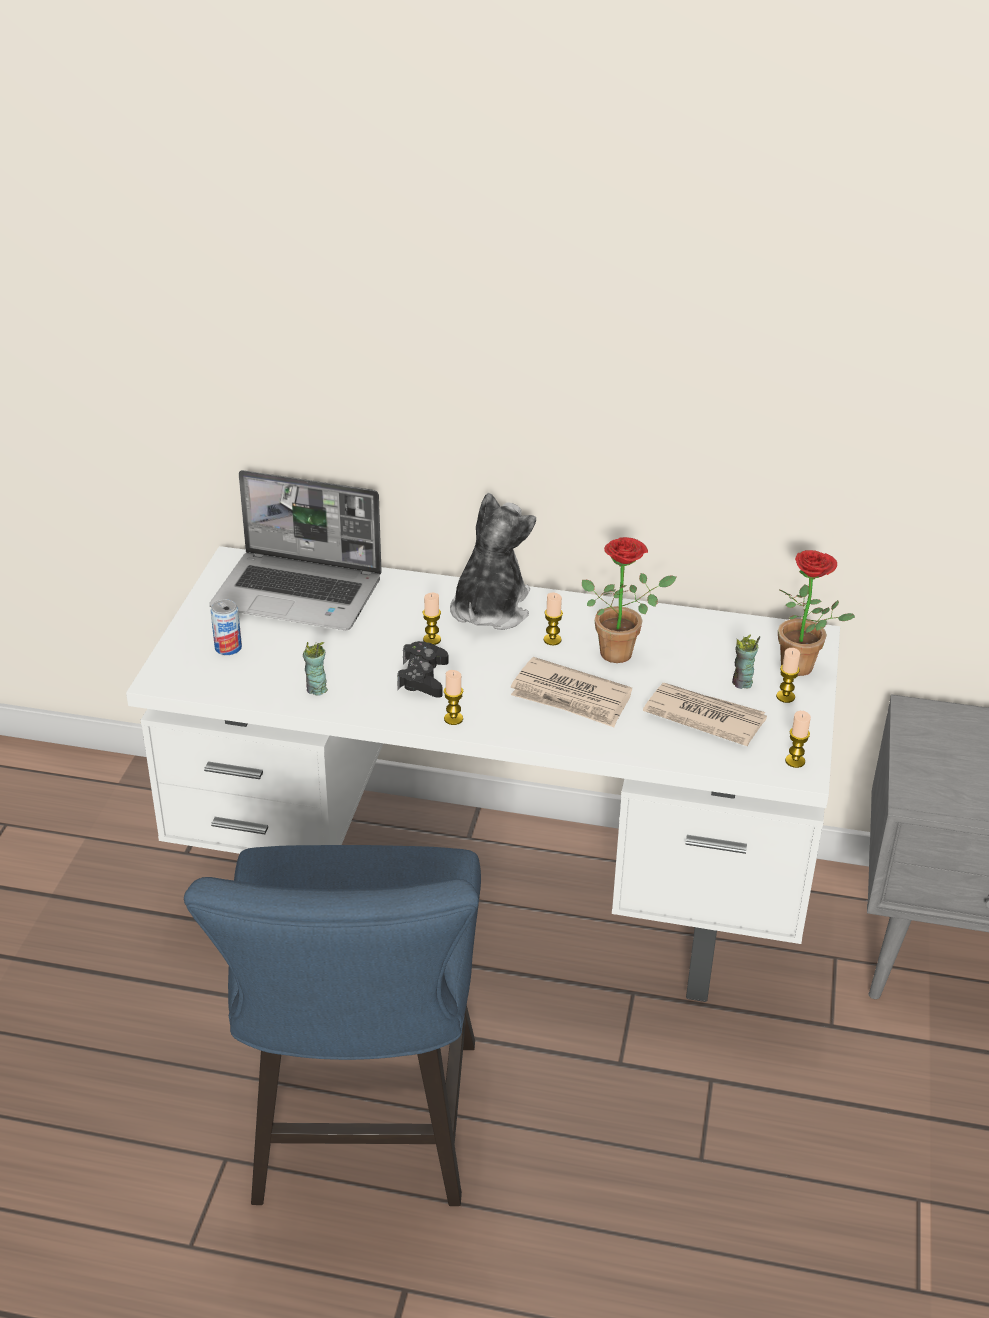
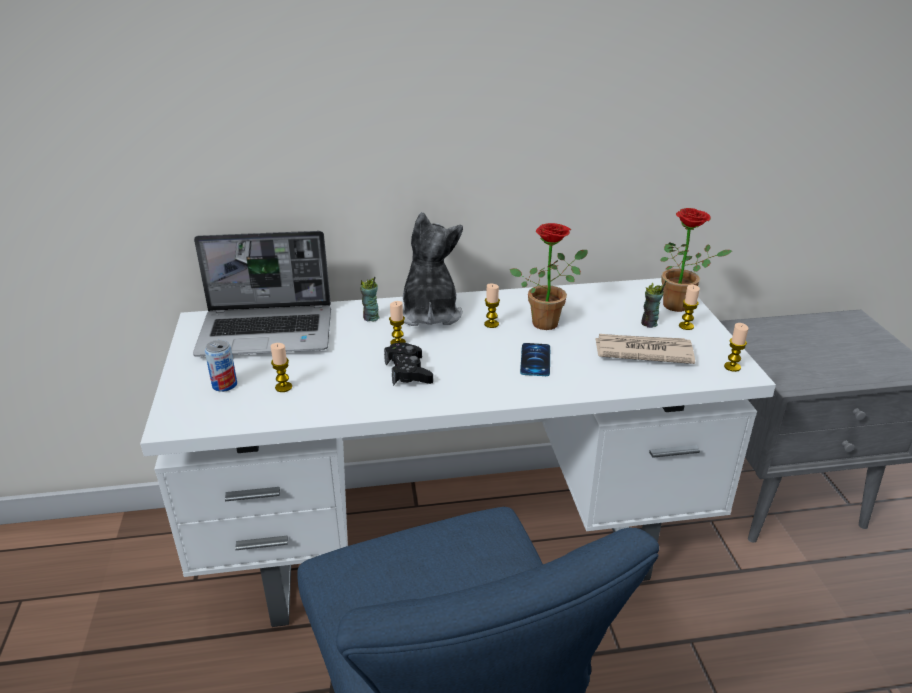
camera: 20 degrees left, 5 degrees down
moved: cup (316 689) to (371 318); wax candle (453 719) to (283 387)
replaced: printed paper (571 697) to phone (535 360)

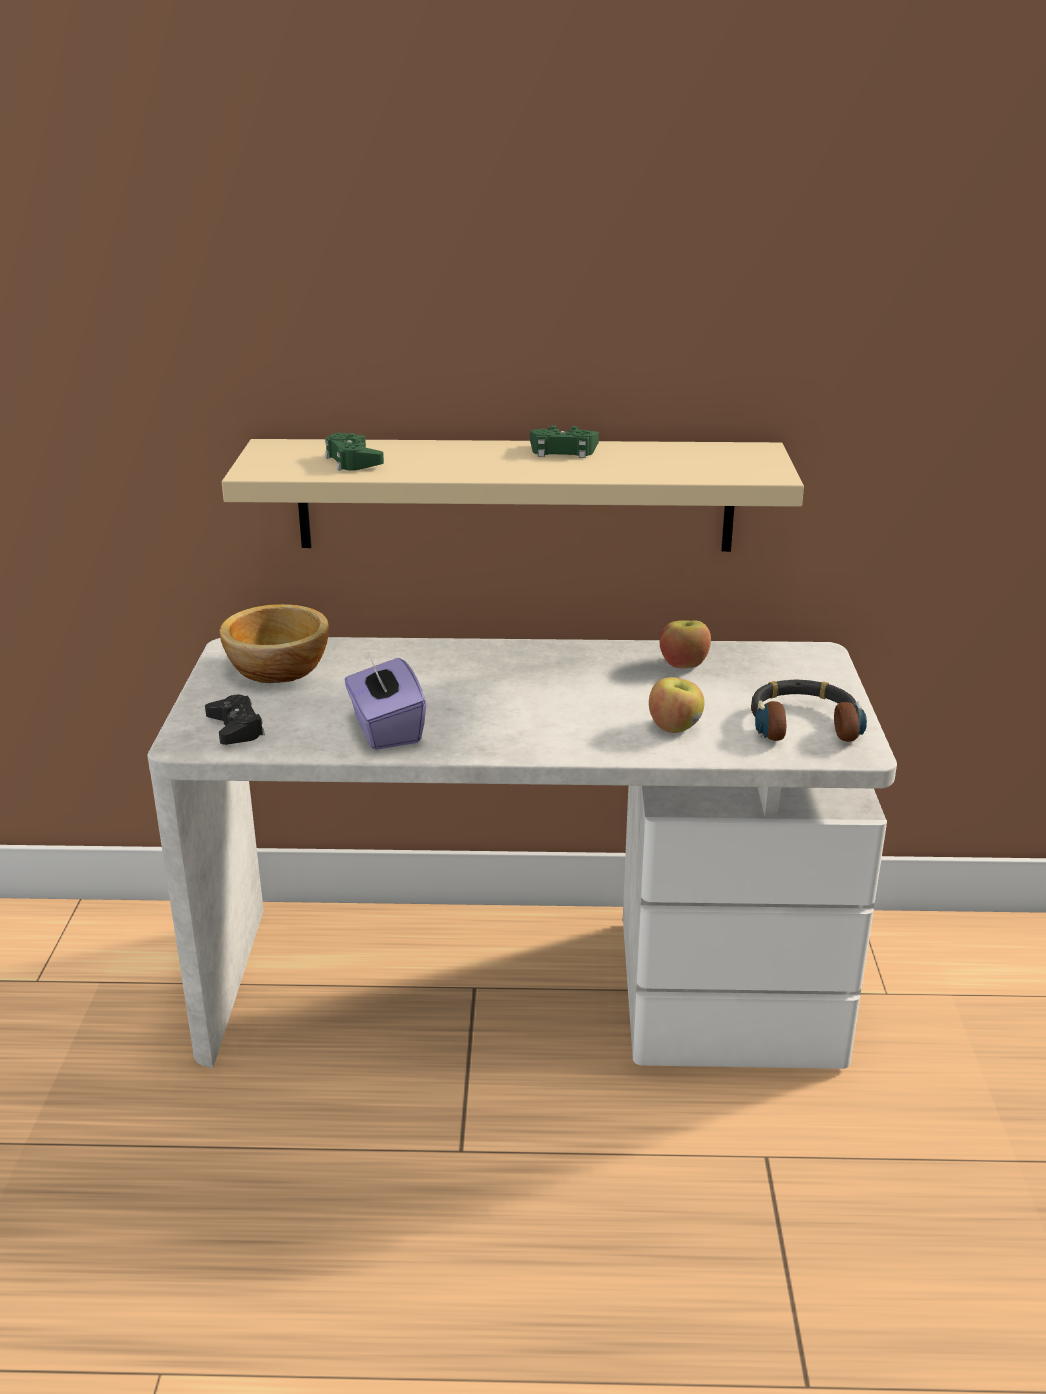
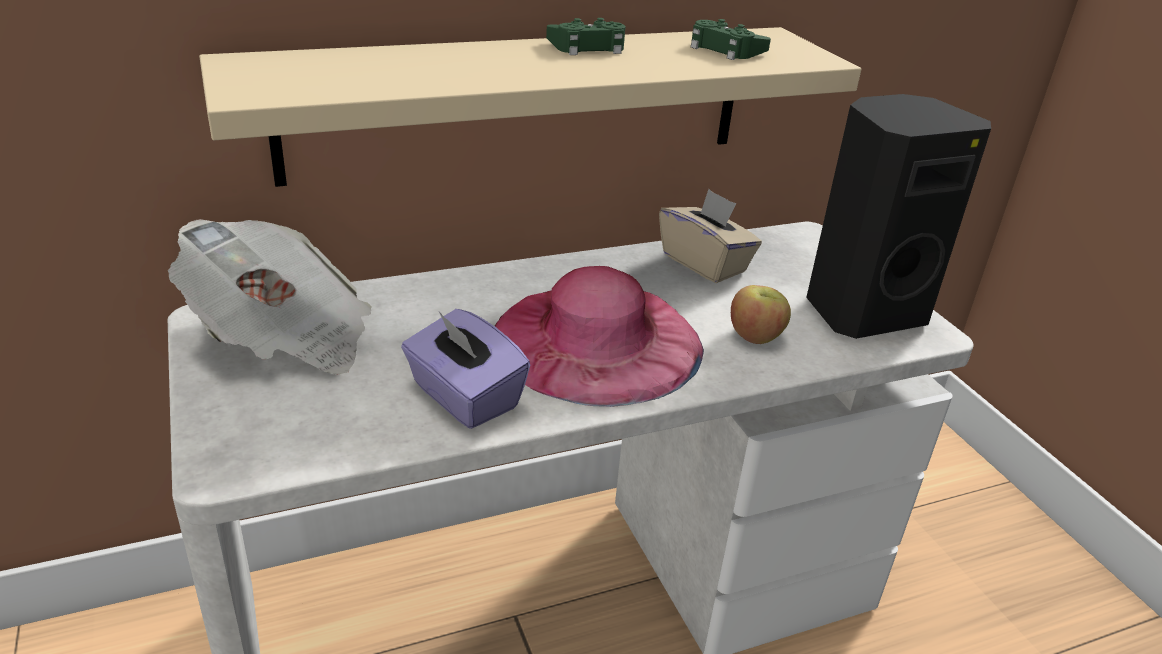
camera: 25 degrees left, 5 degrees up
removed: blackish joypad (236 728)
added: pink clothing hat (596 341)
moved: greenish joypad (353 461) to (725 49)
replaced: serving bowl (280 668) to printed paper (283 336); whole apple (683 664) to beige tissue box (705 263); headphones (803 723) to blackish audio speaker (862 311)

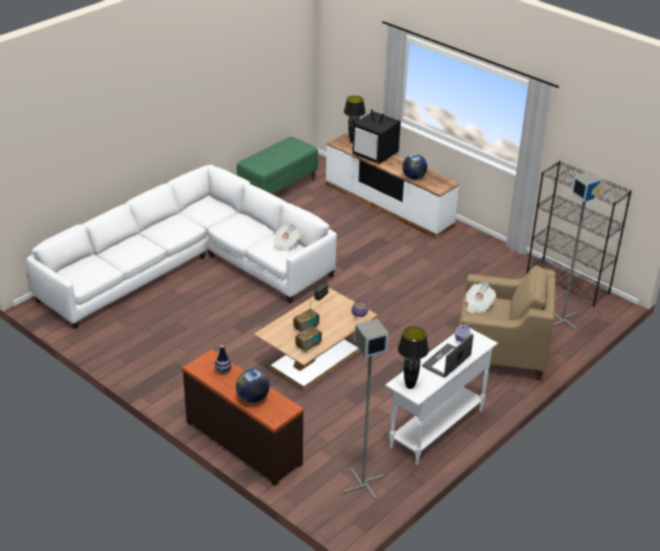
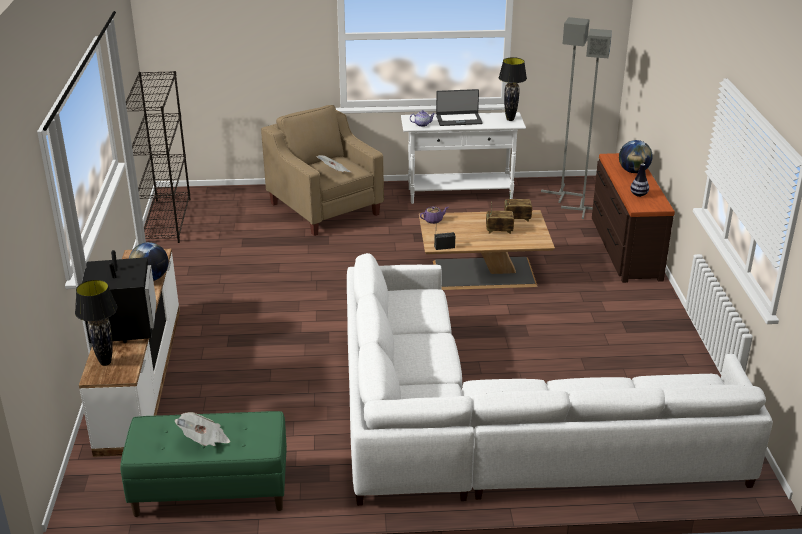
camera: 135 degrees left, 5 degrees down
moved: printed paper (285 244) to (204 440); grey standard lamp (562 320) to (581 209)

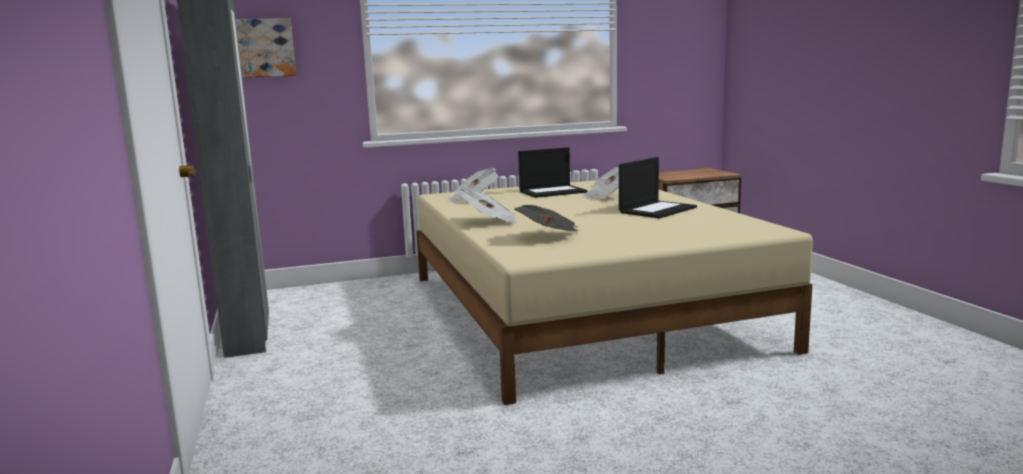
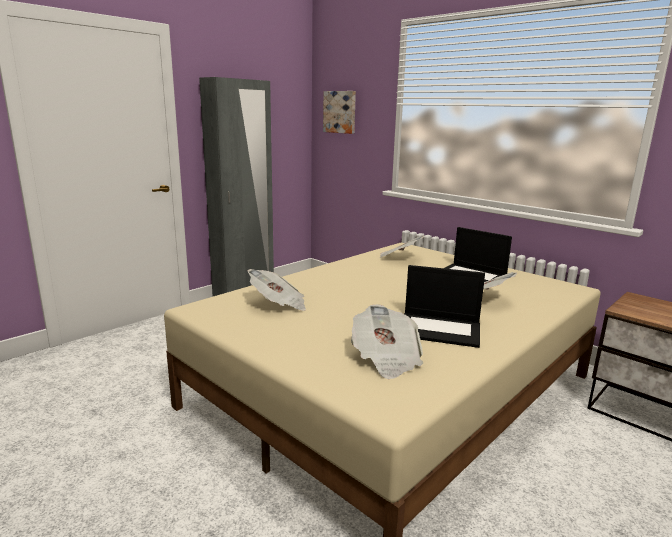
camera: 60 degrees right, 5 degrees up
moved: printed paper (490 222) to (386 359)

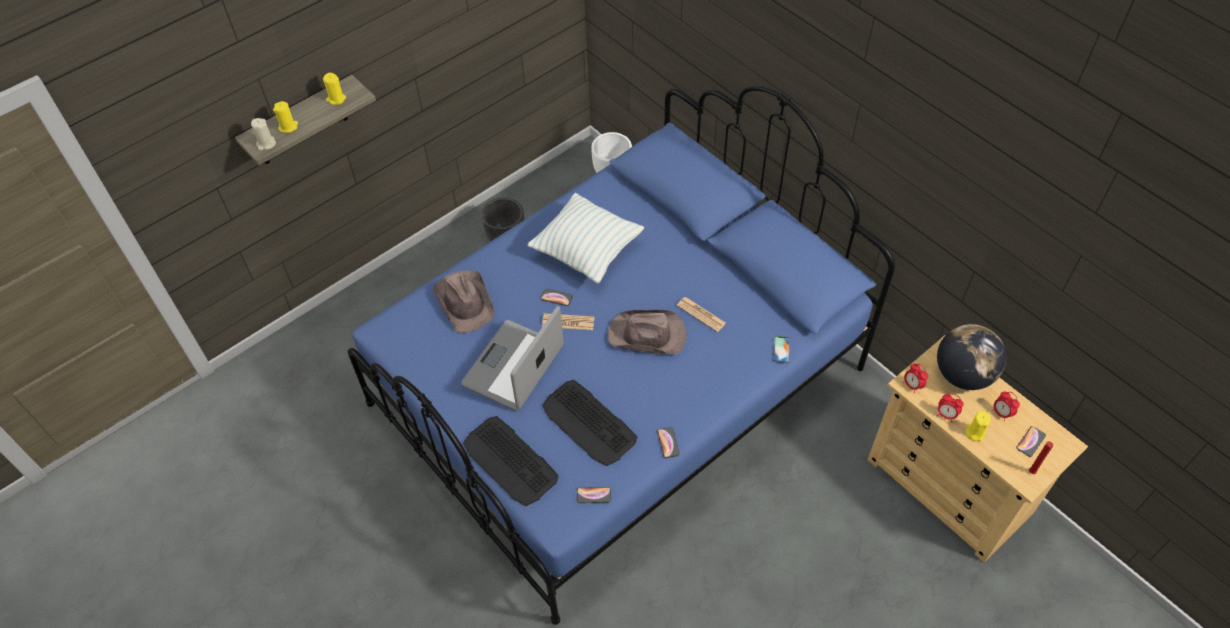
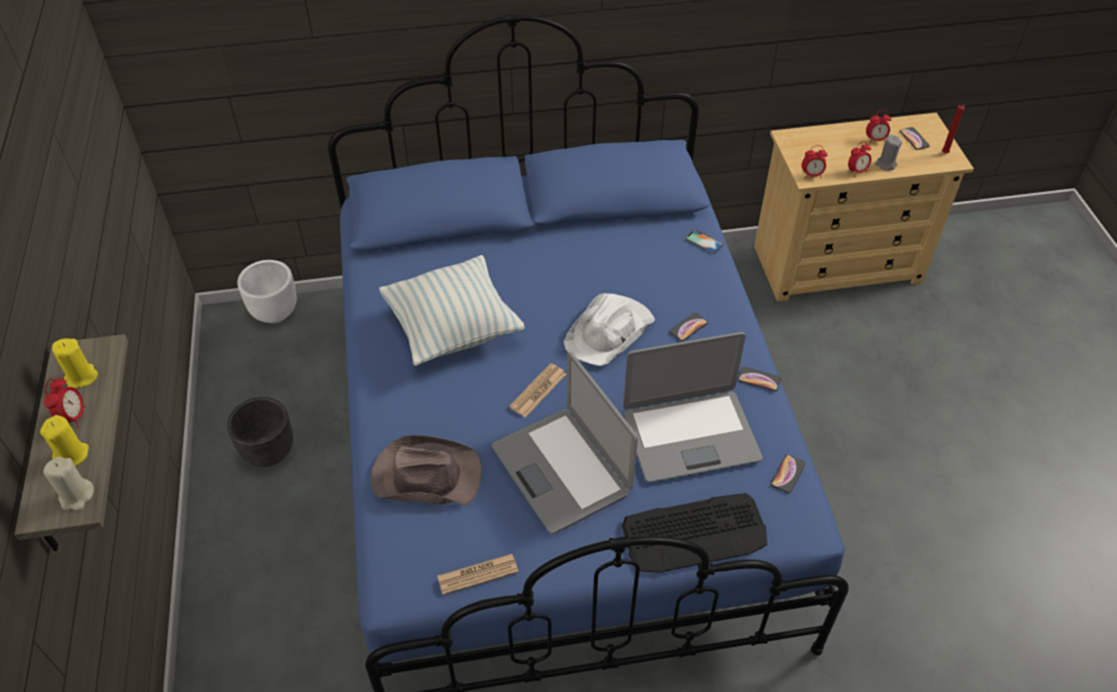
camera: 60 degrees left, 5 degrees down
removed: desk globe (963 375)
added: table clock (73 417)
moved: phone (556 297) to (688 327); printed paper (701 314) to (477 574)
replaced: keyboard (589 423) to notebook computer (690 435)
recoloured: brownish clothing hat (648 336) to whitish clothing hat (610 332); yellow wax candle (974 432) to grey wax candle (885 164)

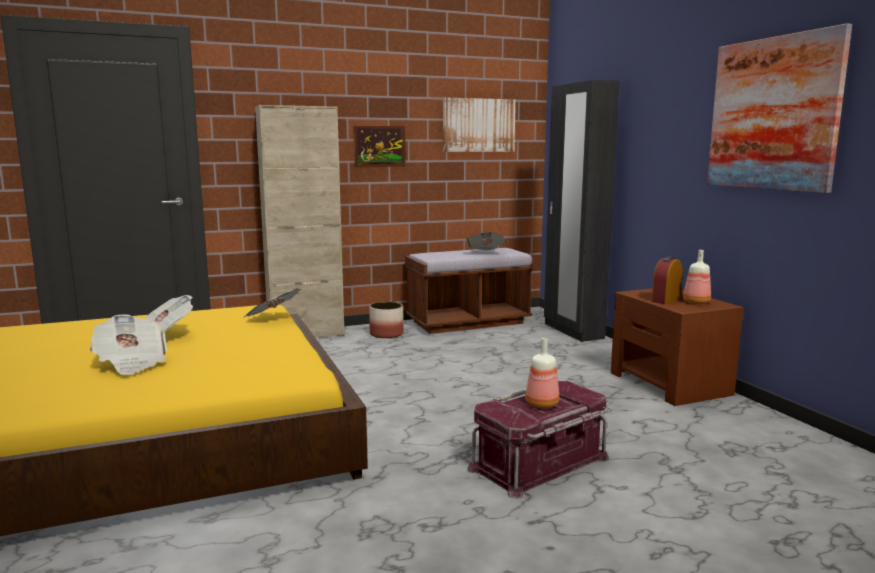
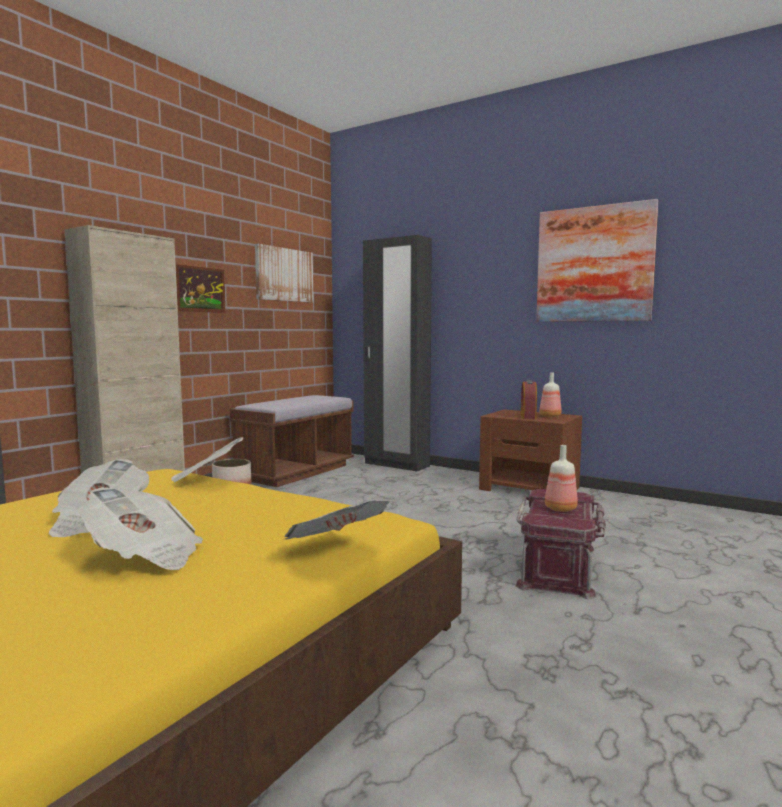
camera: 35 degrees left, 5 degrees down
moved: printed paper (485 253) to (336 549)

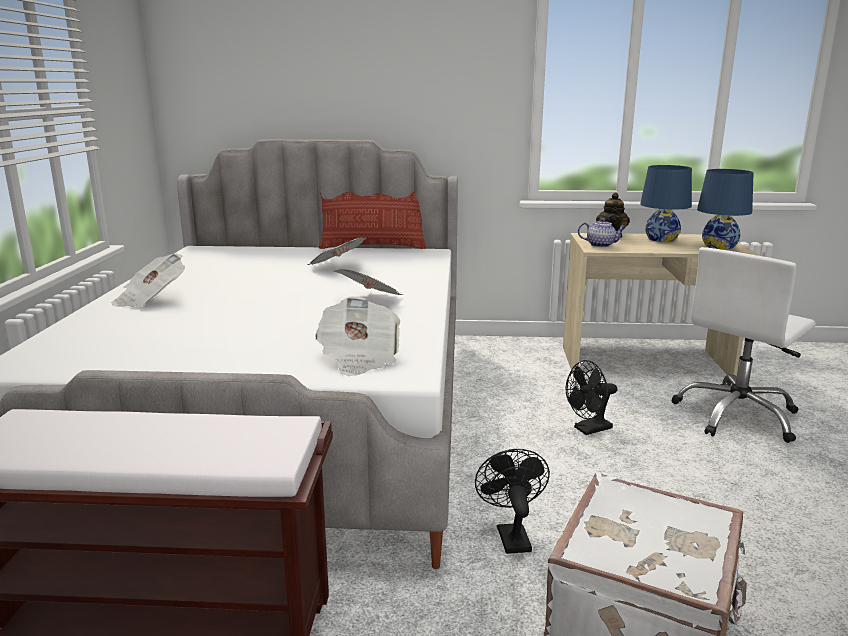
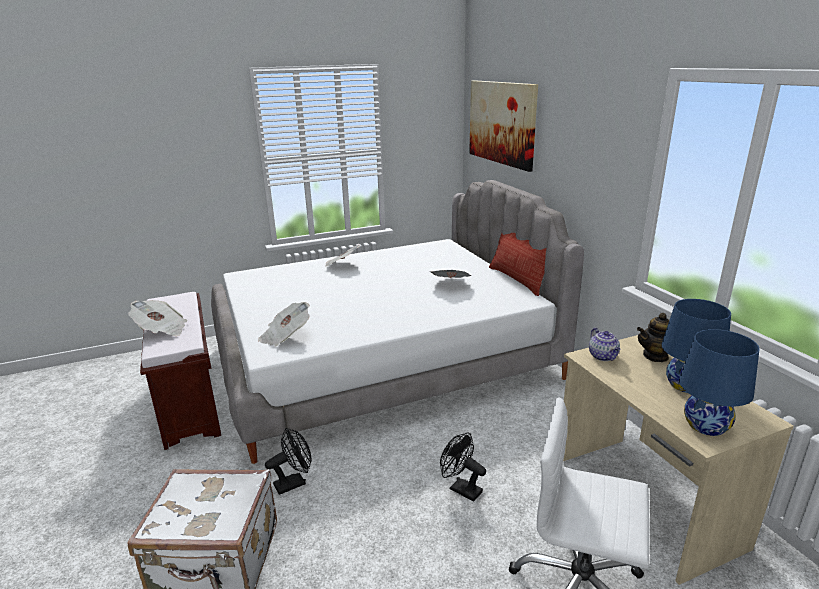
camera: 65 degrees right, 5 degrees up
added: picture (501 123)
moved: printed paper (371 301) to (161 330)

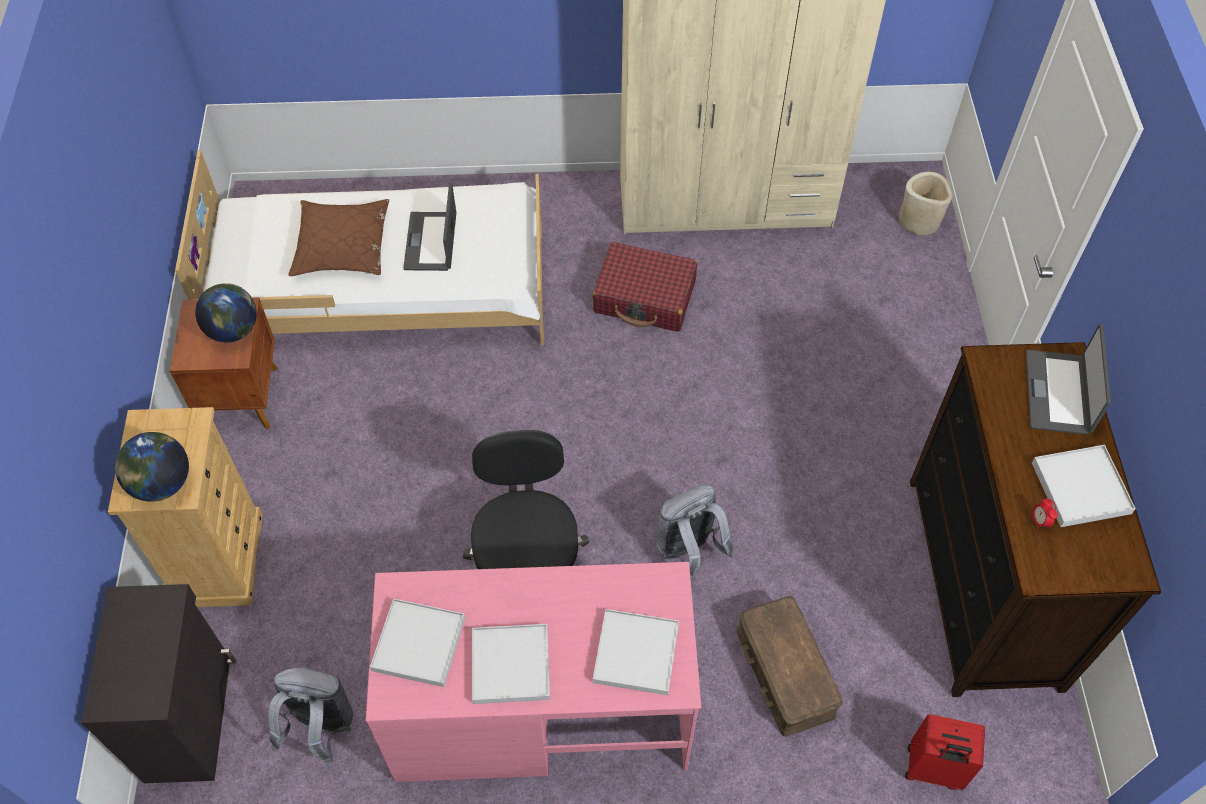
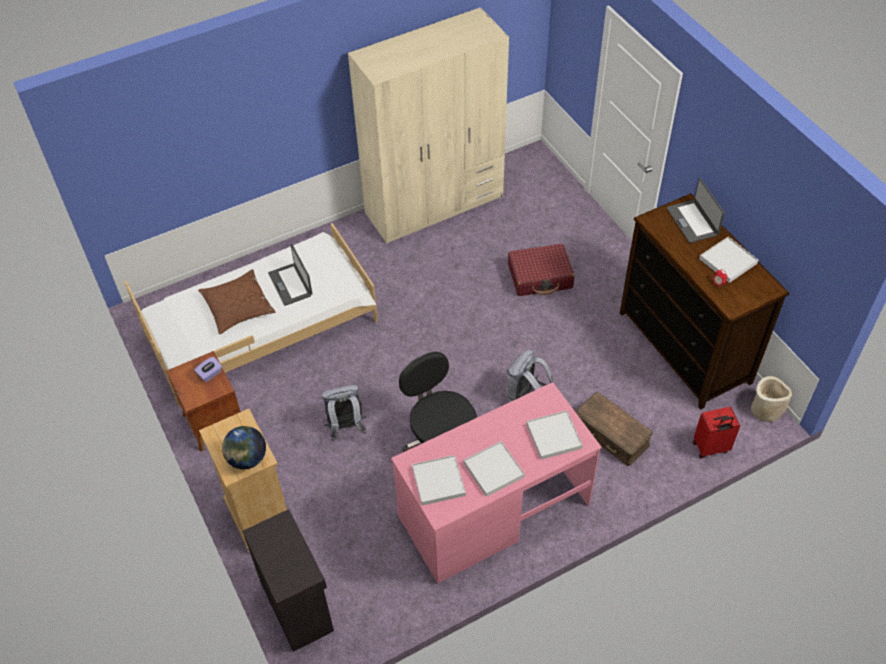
camera: 25 degrees left, 5 degrees down
moved: grey knapsack (320 727) to (346 428); red-coloured piece of luggage (645 297) to (540 277); beige planter (920 220) to (766 410)
replaced: desk globe (233 330) to purplish tissue box (210 374)

